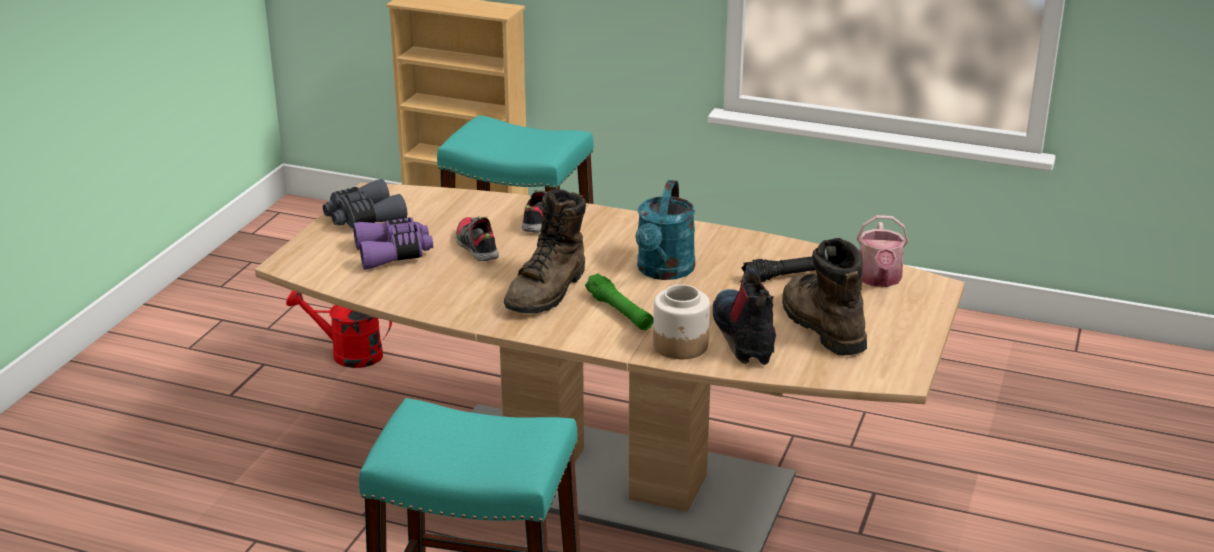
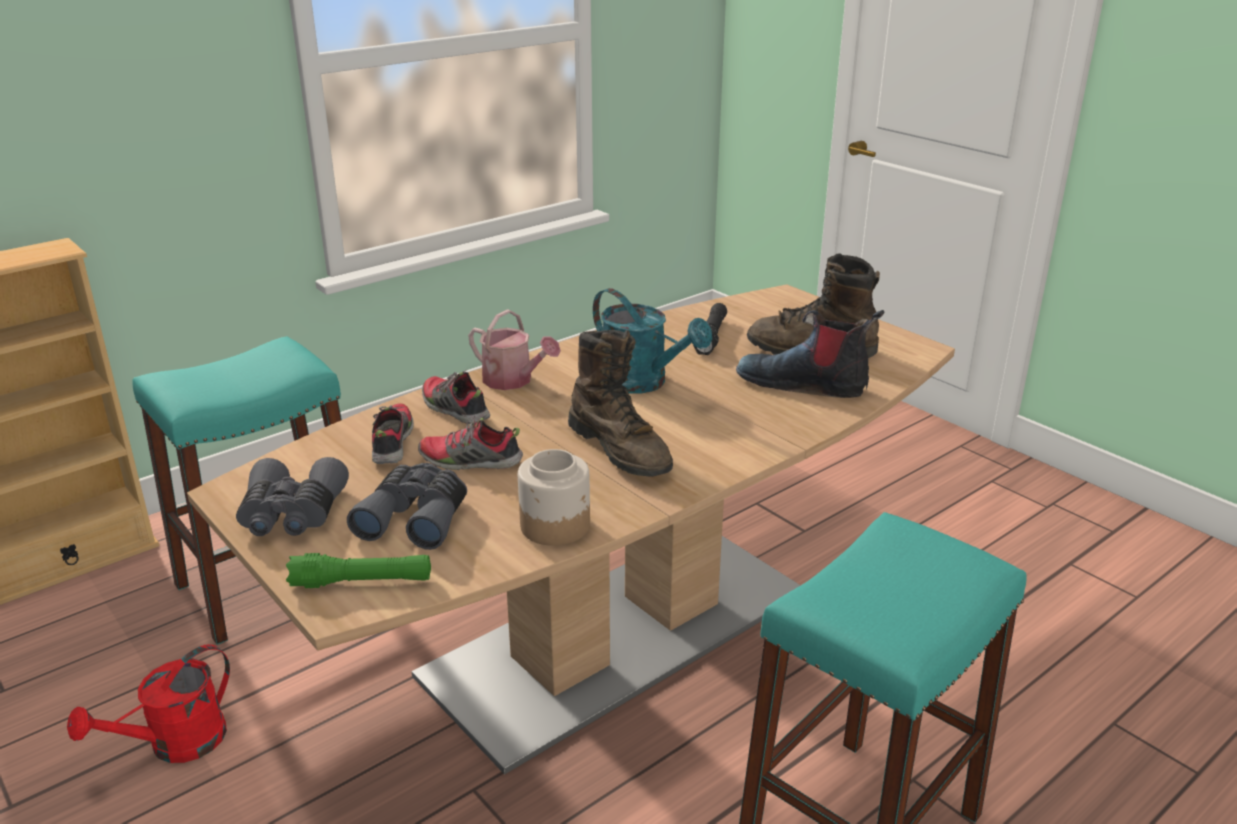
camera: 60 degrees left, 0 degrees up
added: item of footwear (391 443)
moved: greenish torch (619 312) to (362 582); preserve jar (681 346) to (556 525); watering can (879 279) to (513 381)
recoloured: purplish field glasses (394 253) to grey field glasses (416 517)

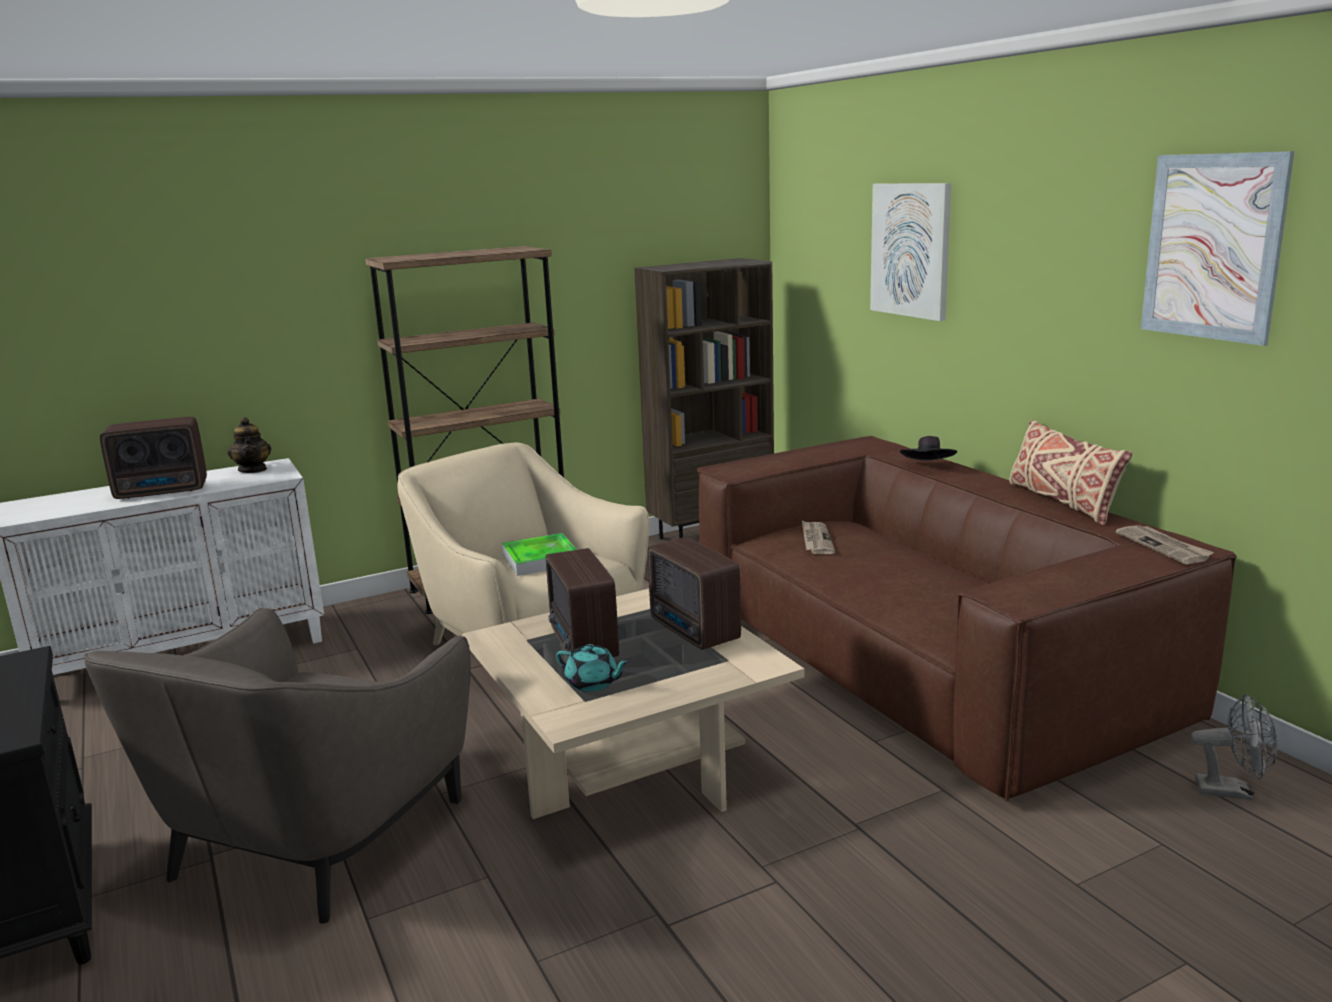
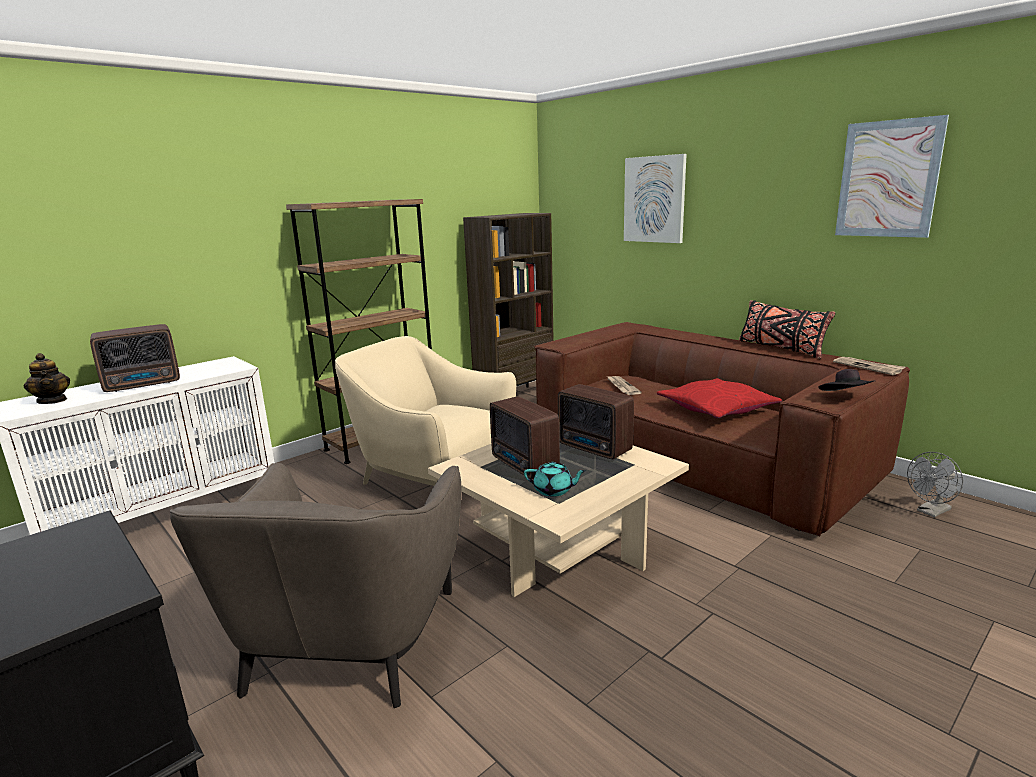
camera: 15 degrees left, 0 degrees up
removed: carrying tray (541 559)
added: red-coloured cushion (716 409)
moved: pot for tea (253 470) to (52 401); blackish clothing hat (928 467) to (845 397)
recoloured: beige cushion (1062 502) to blackish cushion (781 348)
turned: grey fan (1232 791) = (931 512) 150 degrees clockwise

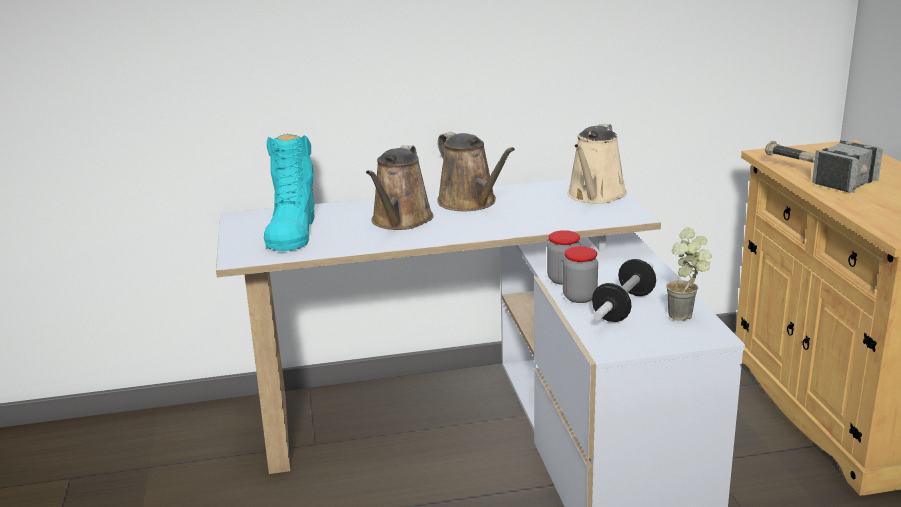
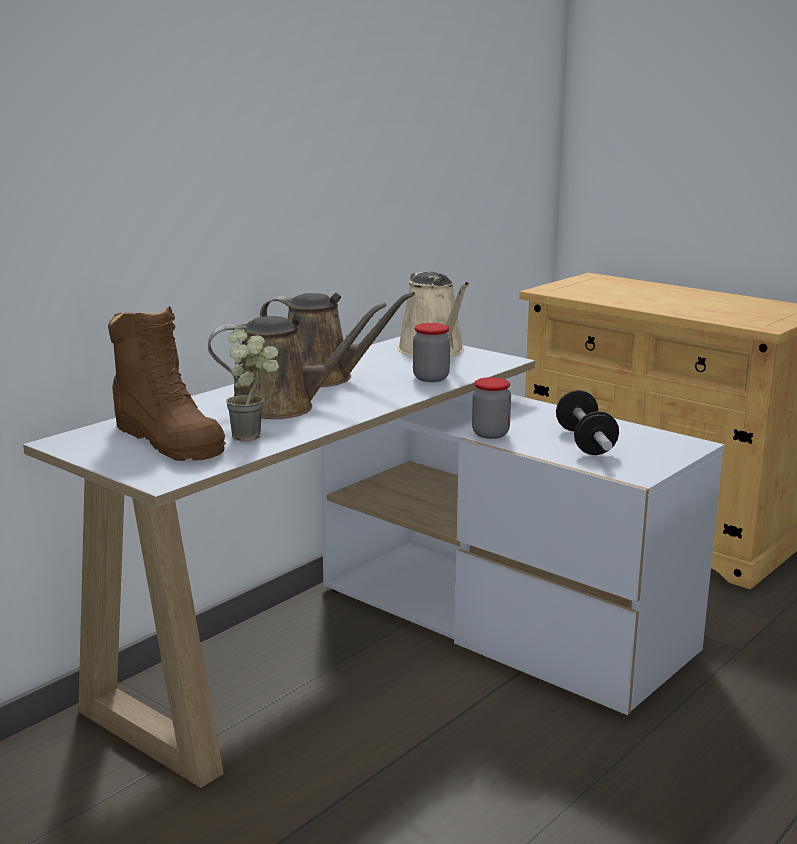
camera: 40 degrees left, 5 degrees down
removed: hammer (814 175)
moved: preserve jar (579 297) to (431 378); potted plant (687 317) to (255 437)
recoloured: blue-green high-top boot (292 230) to brownish high-top boot (168 439)
turned: brownish watering can (400 221) = (282 406) 75 degrees counterclockwise

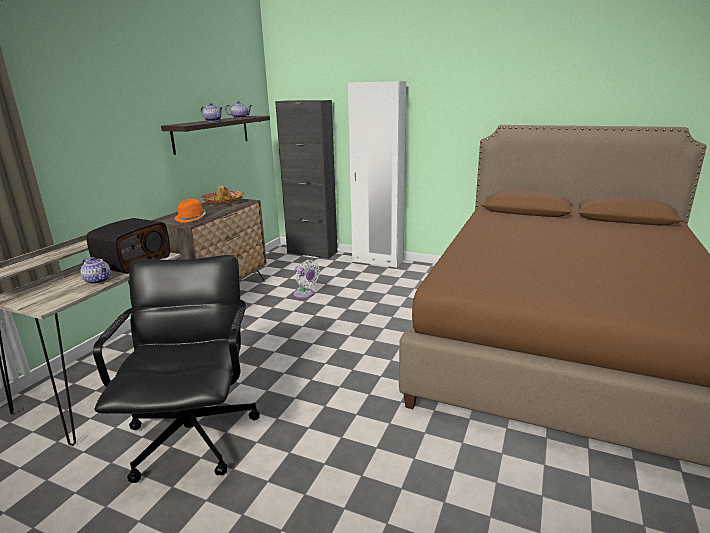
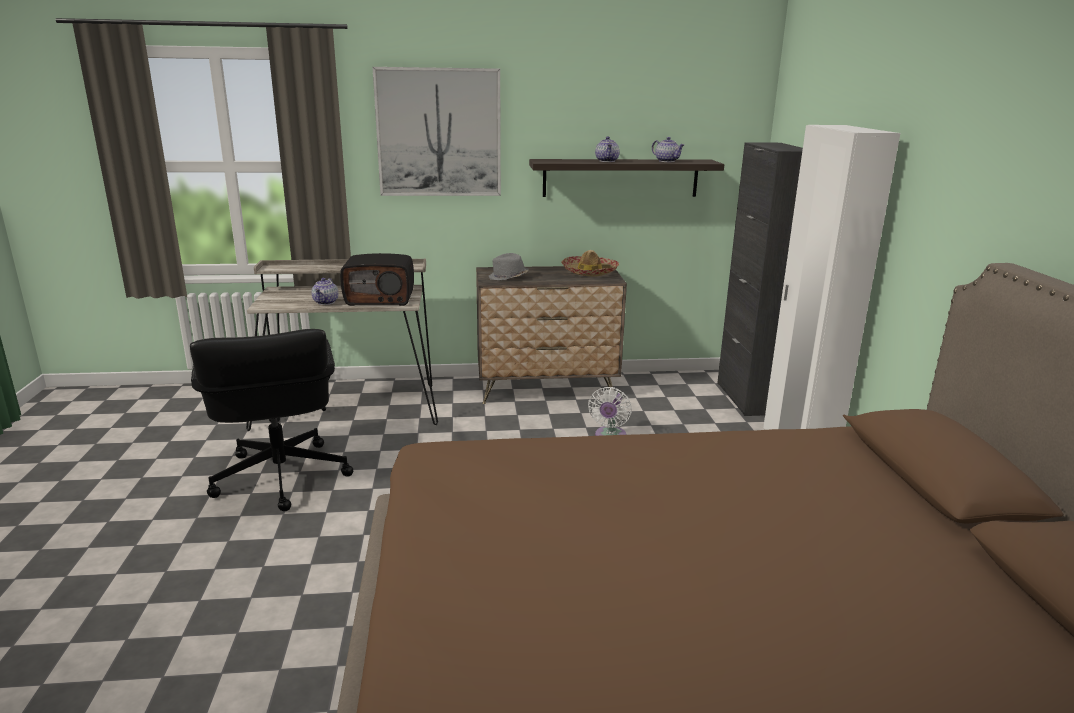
camera: 60 degrees right, 0 degrees up
added: picture (439 133)
recoloured: orange clothing hat (191 218) to grey clothing hat (508 277)
turned: blackish computer chair (194 435) = (280 477) 105 degrees clockwise

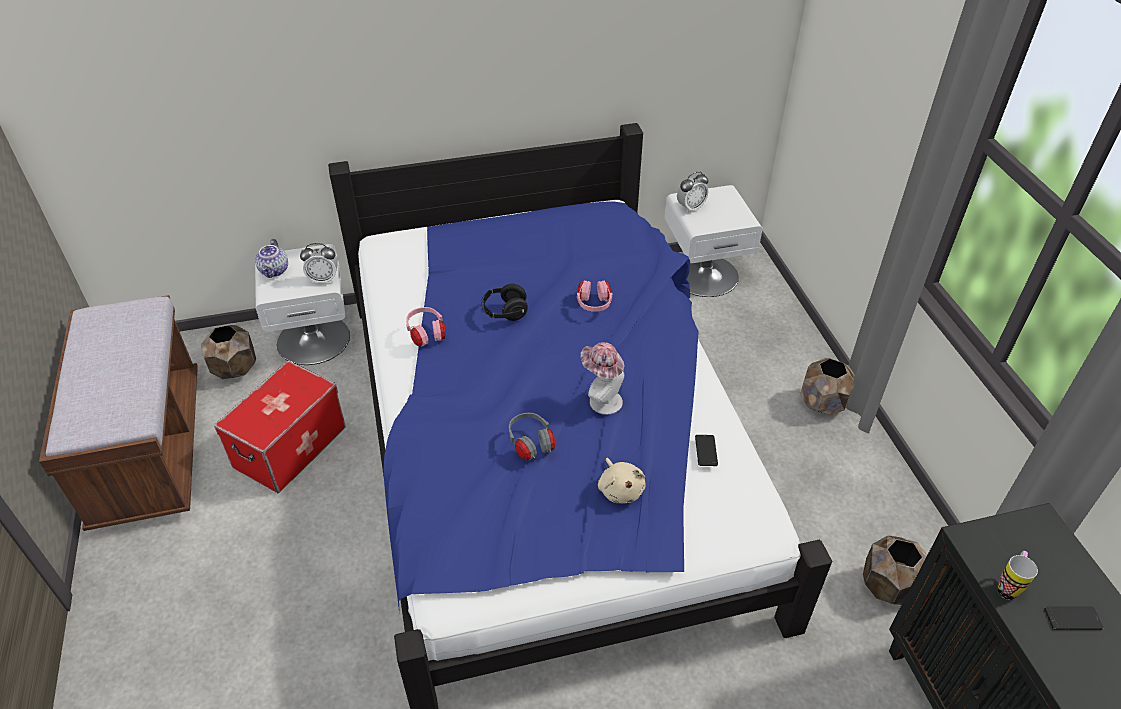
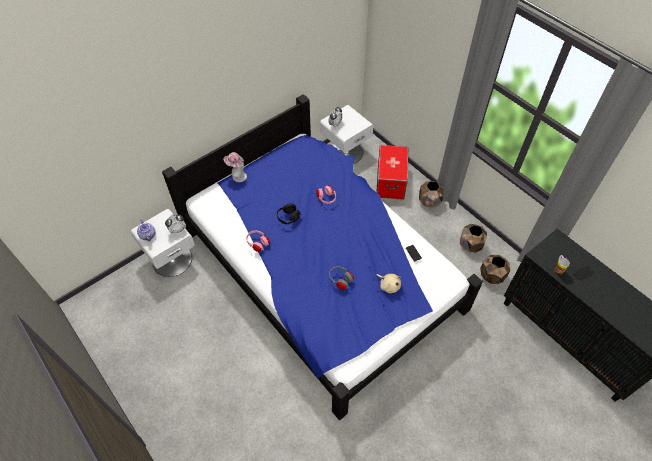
camera: 25 degrees left, 10 degrees up
removed: brownish long seat (149 450)
moved: brownish planter (235 369) to (470 245); storage box (290 447) to (391 181); clothing hat (601 400) to (237 176)

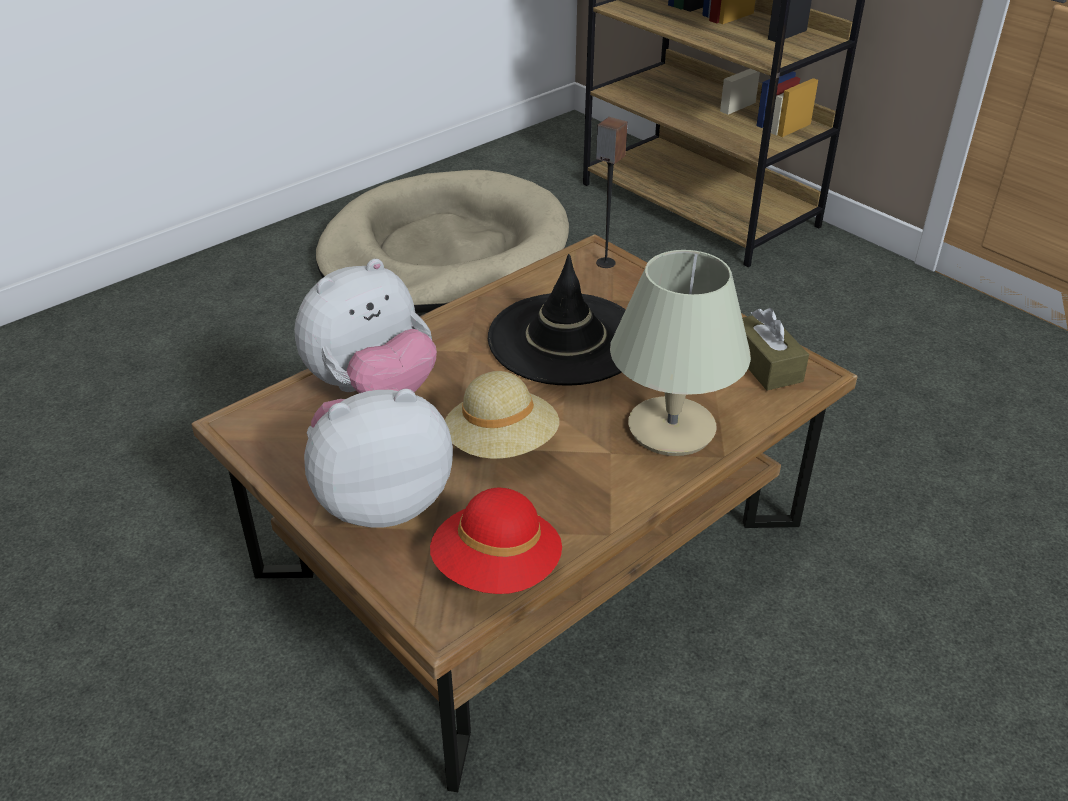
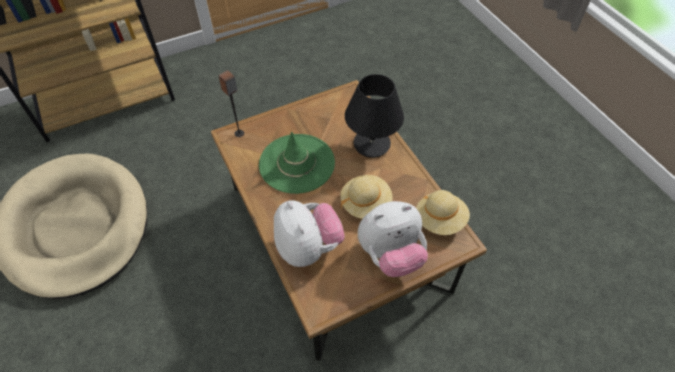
camera: 75 degrees left, 15 degrees up
removed: brownish tissue box (765 364)
recoloured: red-coloured clothing hat (497 569) to beige clothing hat (440 220); blackish clothing hat (565 339) to greenish clothing hat (297 163); beige table lamp (670 428) to blackish table lamp (371 144)
turned: soft toy (381 500) = (390 254) 105 degrees counterclockwise

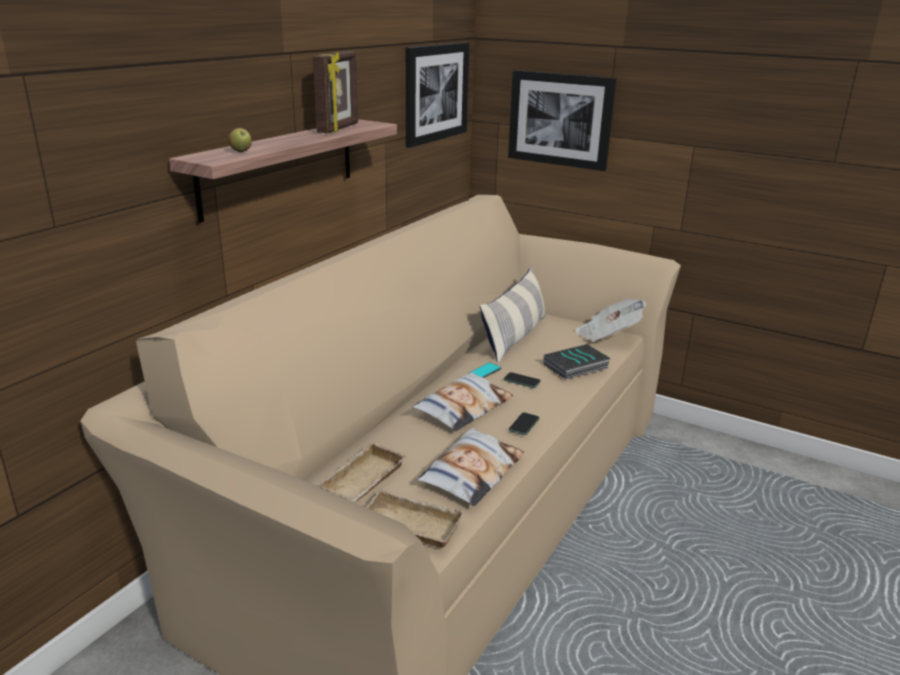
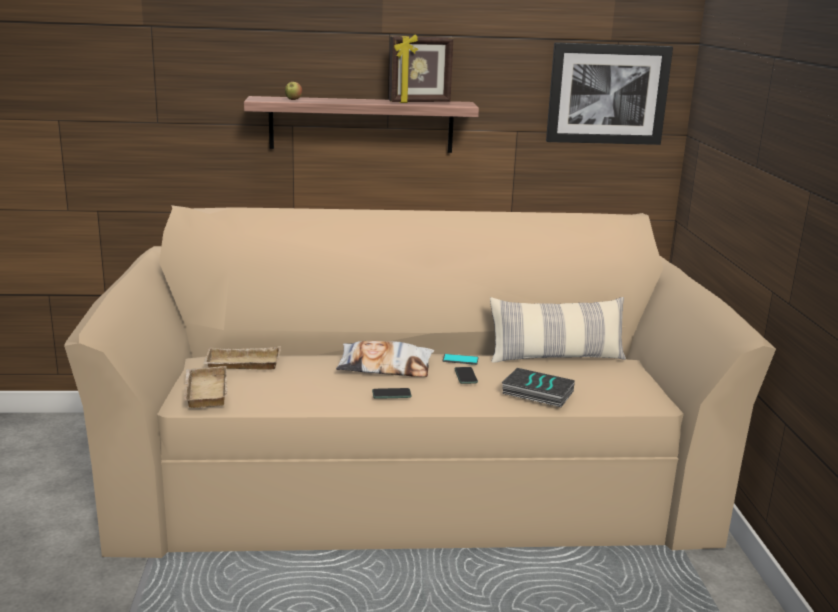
camera: 55 degrees right, 5 degrees down
removed: cushion (471 472); picture (560 119); printed paper (608 335)

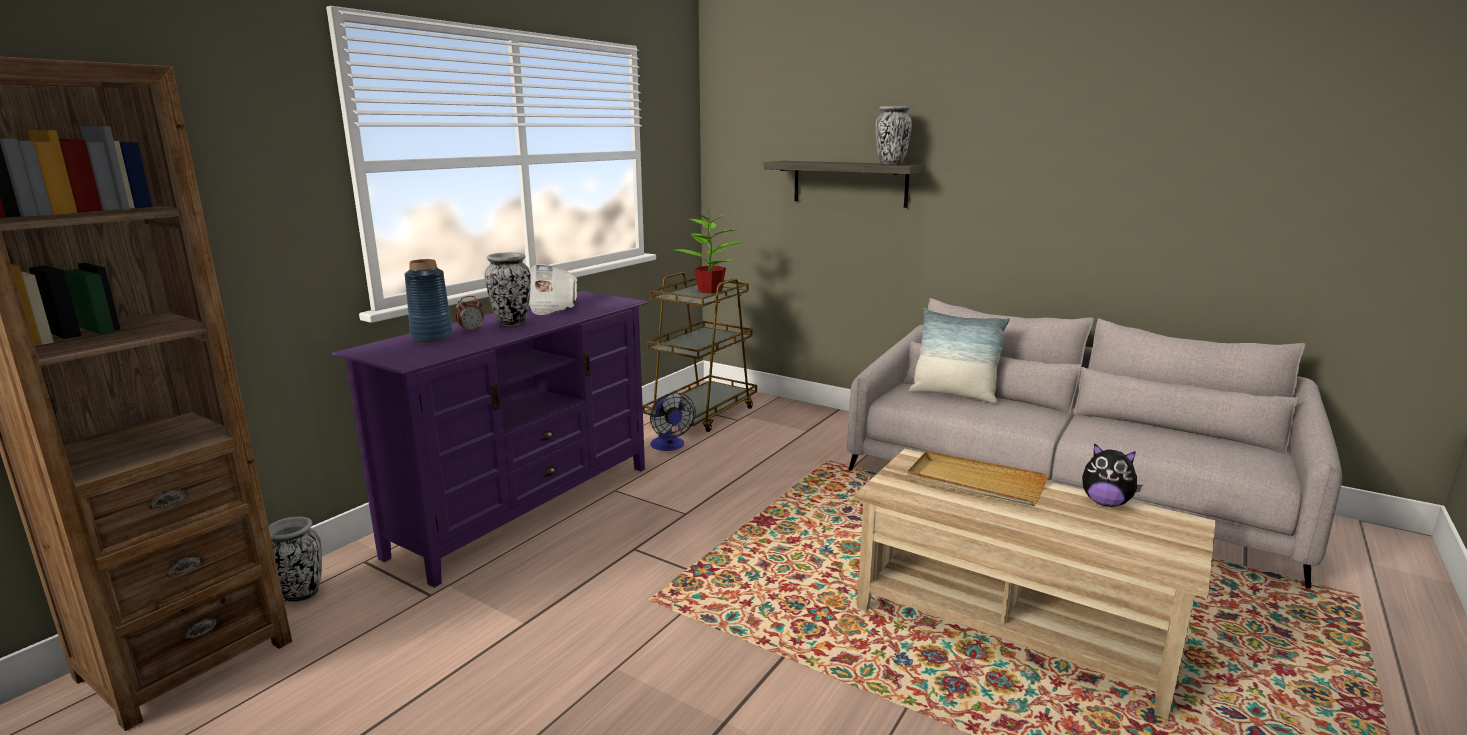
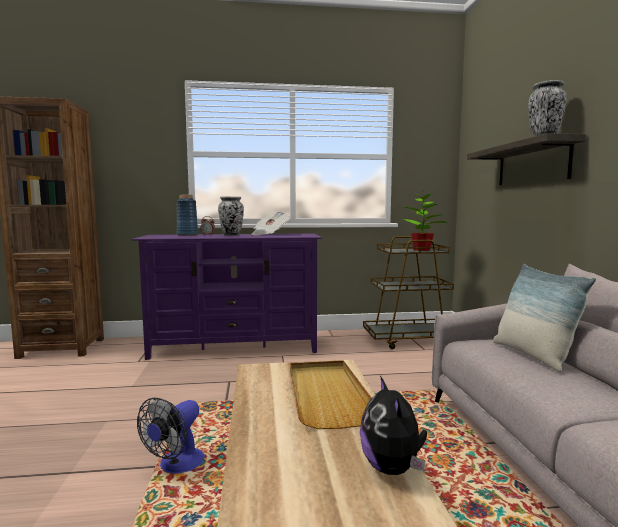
camera: 50 degrees right, 10 degrees down
removed: flower vase (301 594)
moved: fan (669 446) to (176 466)

